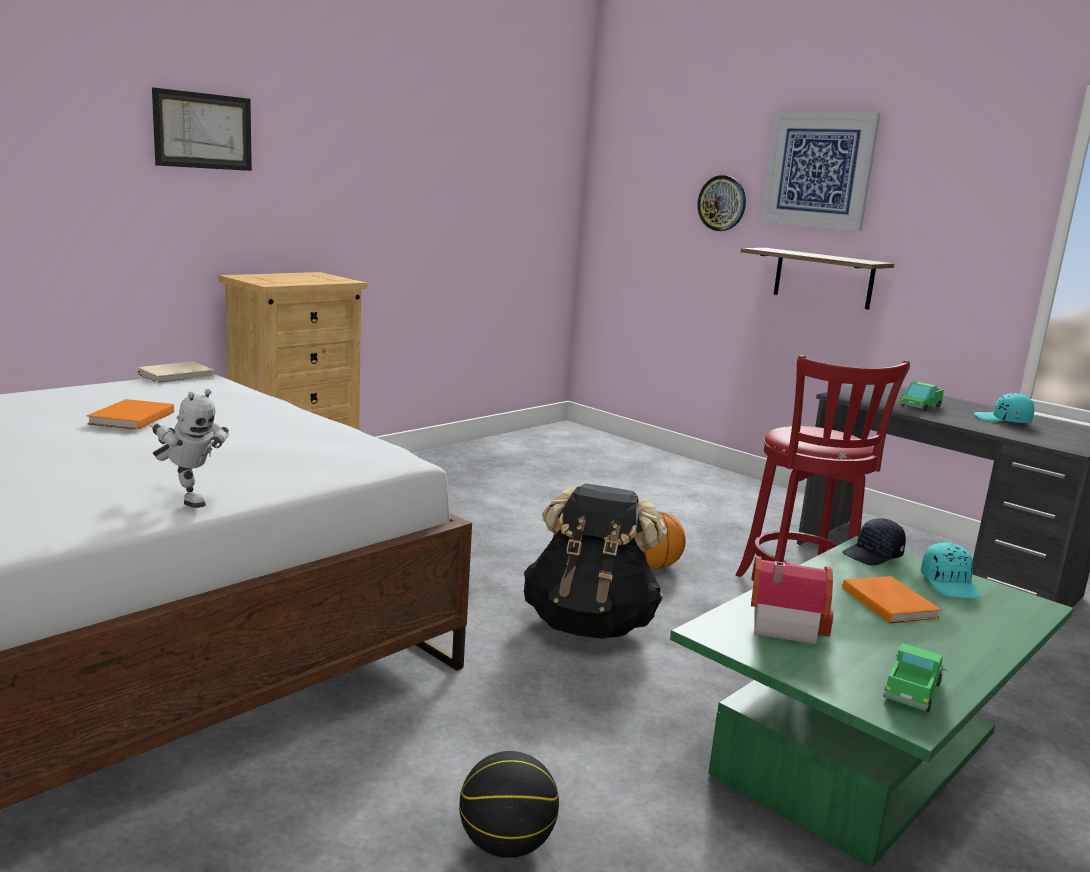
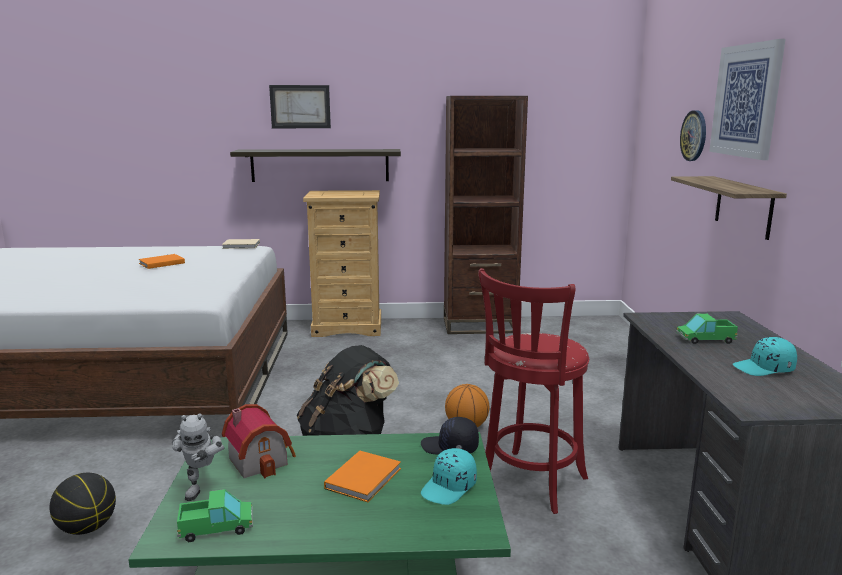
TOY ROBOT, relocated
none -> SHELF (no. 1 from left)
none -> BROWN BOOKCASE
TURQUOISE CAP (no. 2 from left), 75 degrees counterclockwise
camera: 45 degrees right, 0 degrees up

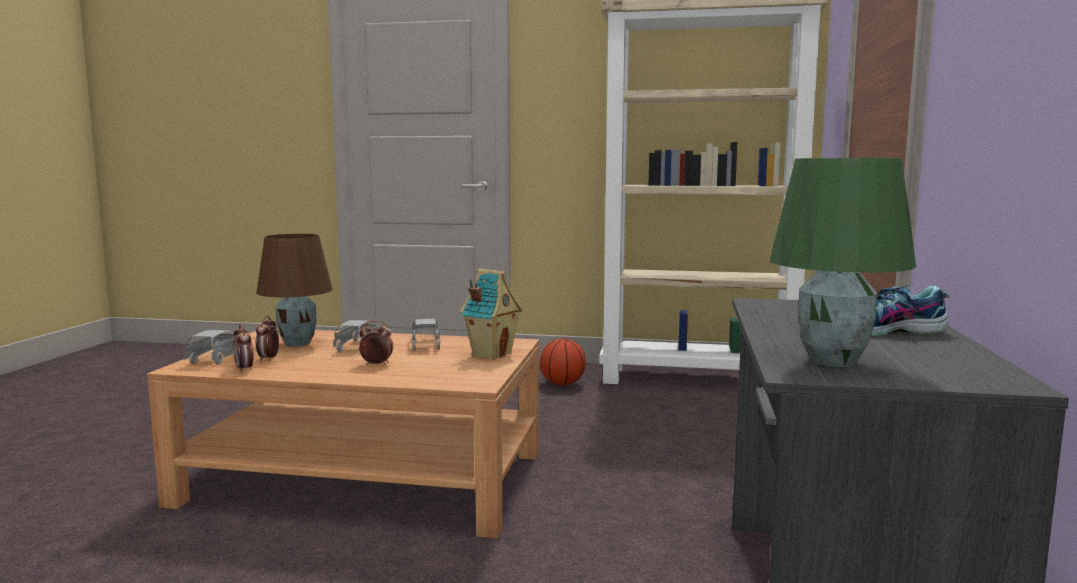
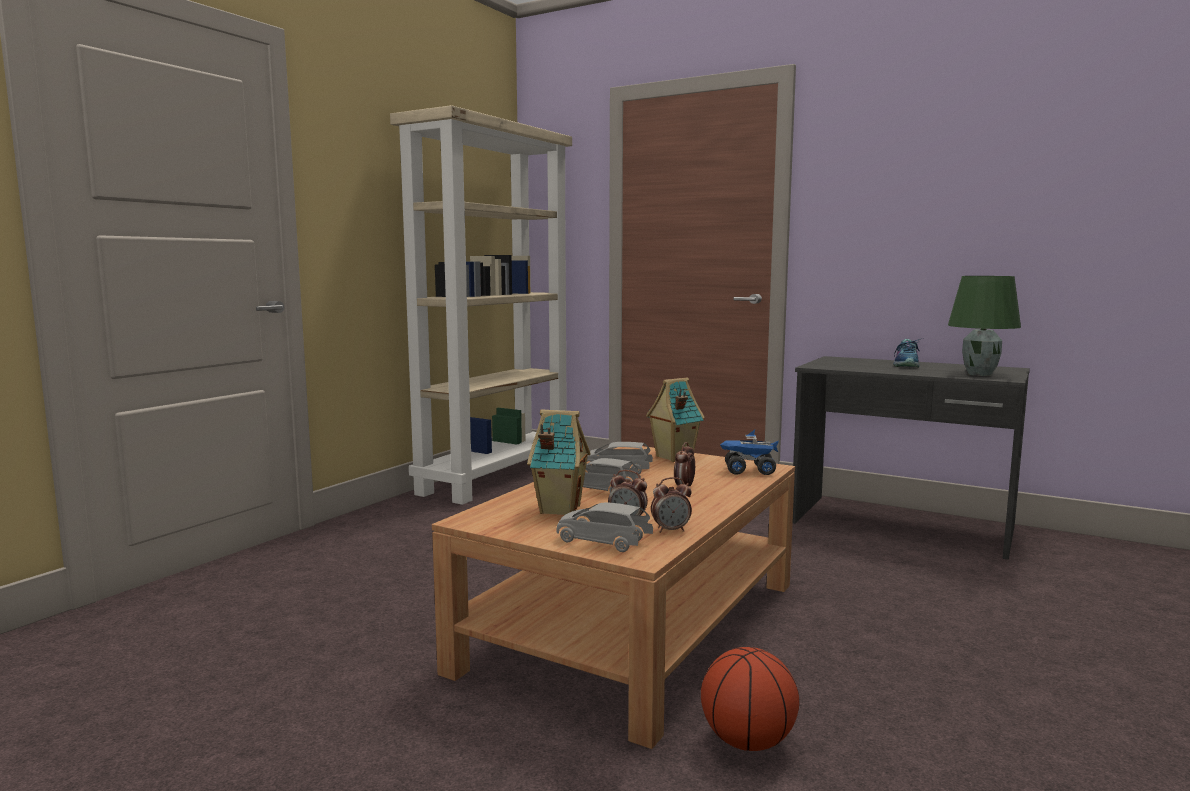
BROWN TABLE LAMP -> TOY HOUSE (no. 1 from left)
BASKETBALL, relocated
none -> TOY TRUCK
camera: 70 degrees left, 0 degrees up

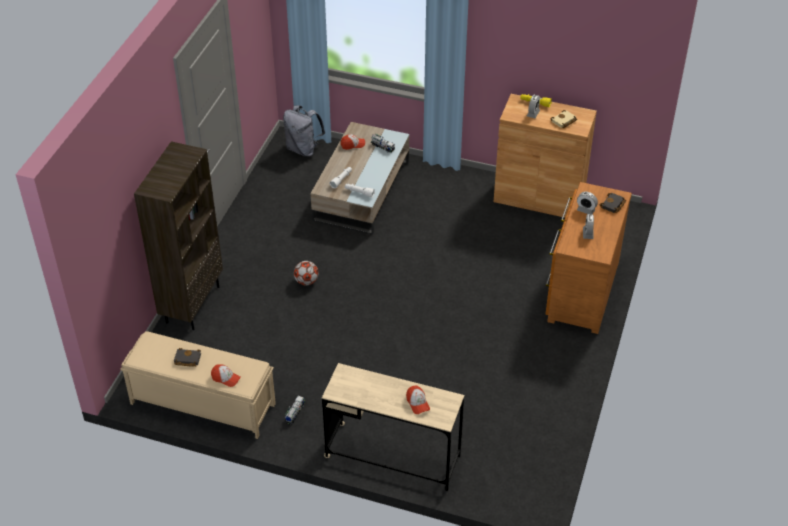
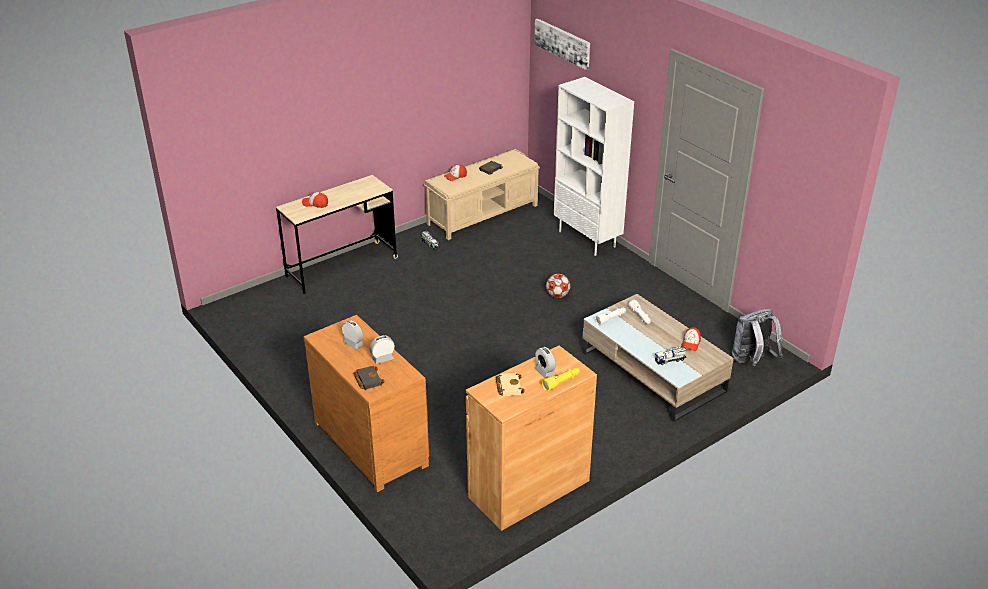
none -> PICTURE
BROWN BOOKCASE -> WHITE BOOKCASE
camera: 125 degrees right, 10 degrees down

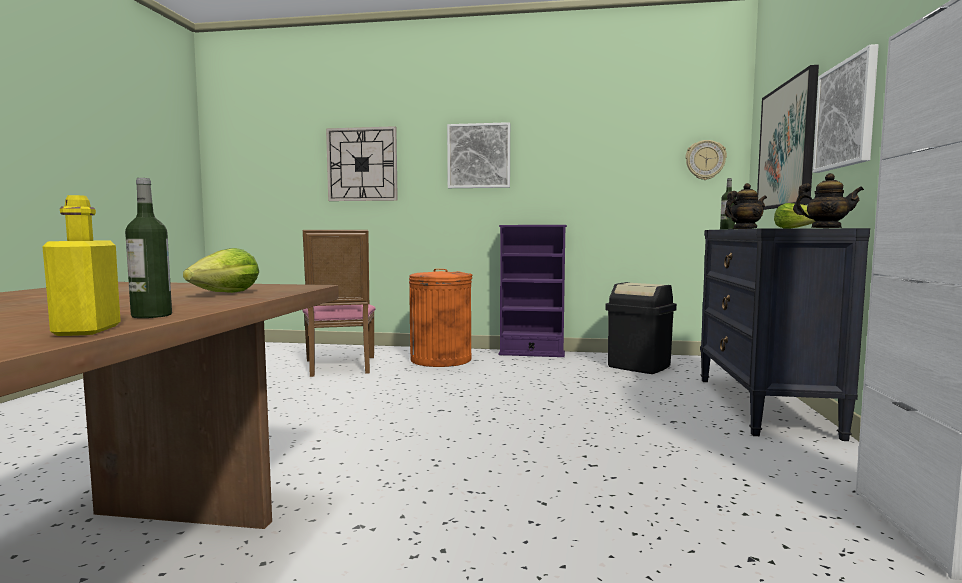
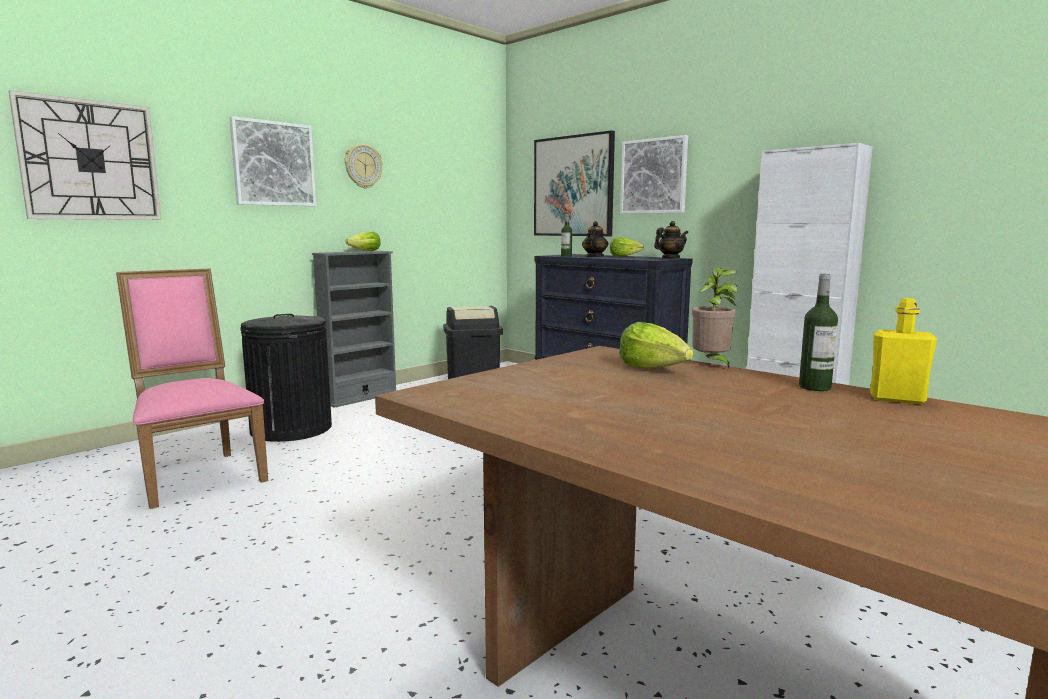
PINK CHAIR, 150 degrees counterclockwise
ORANGE TRASH CAN -> BLACK TRASH CAN (no. 1 from left)
PURPLE BOOKCASE -> GREY BOOKCASE
WALL CLOCK (no. 2 from left), relocated
none -> LETTUCE (no. 1 from left)
none -> POTTED PLANT
camera: 55 degrees left, 5 degrees up

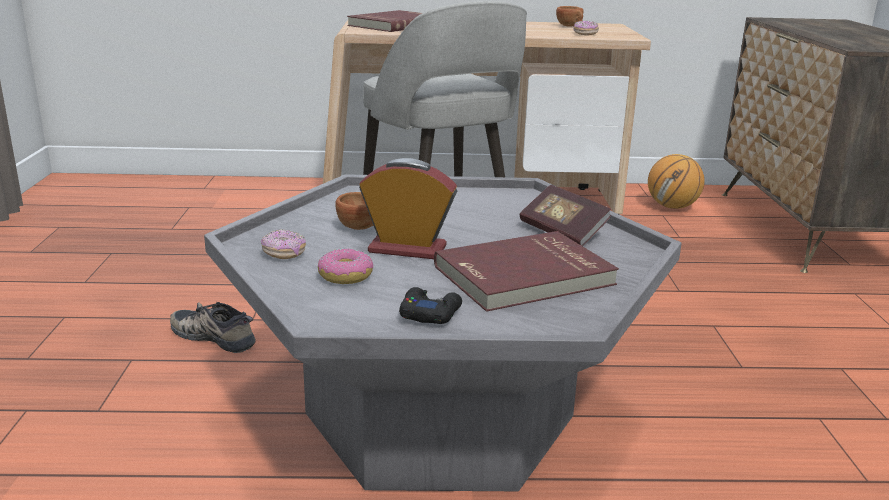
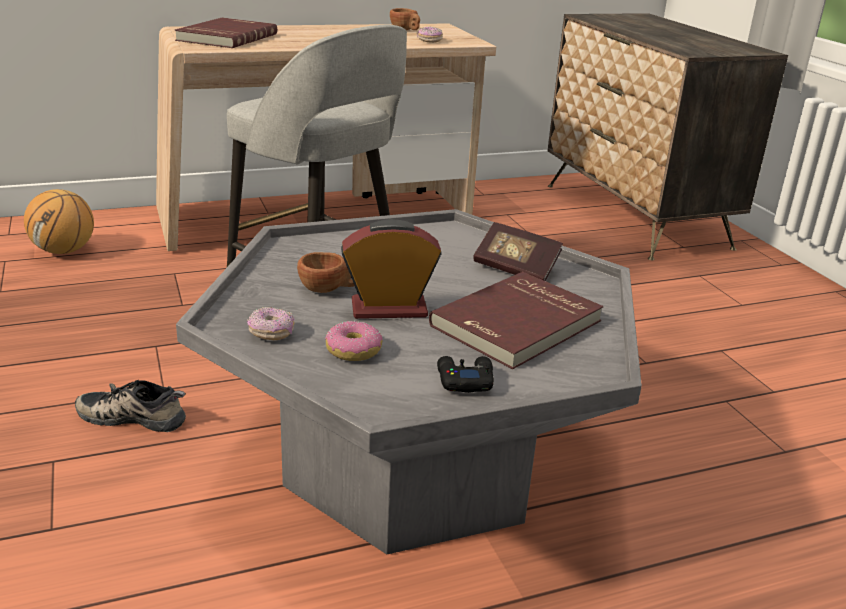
BASKETBALL, relocated
camera: 20 degrees left, 5 degrees up

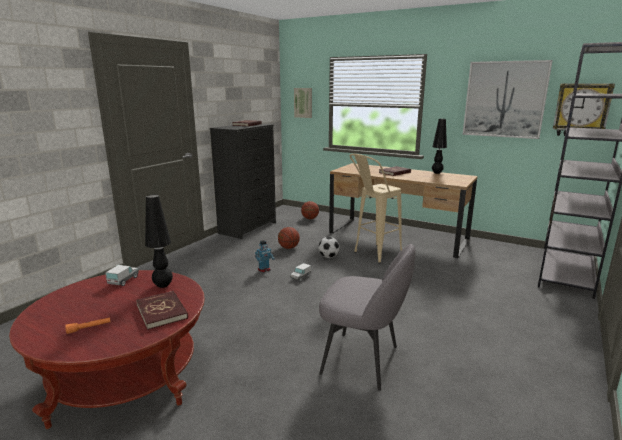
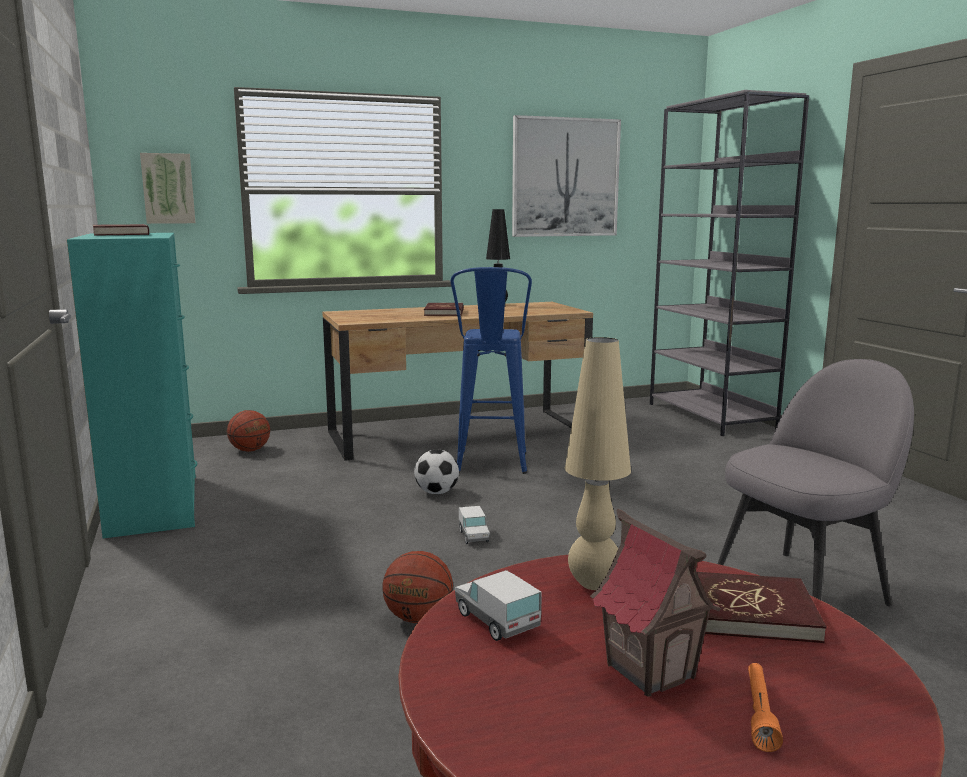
BLACK DRESSER -> TURQUOISE DRESSER
BASKETBALL (no. 1 from left in the first image) -> BASKETBALL (no. 2 from left), relocated
BEIGE STOOL -> BLUE STOOL
BLACK TABLE LAMP (no. 1 from left) -> BEIGE TABLE LAMP
none -> TOY HOUSE
TOY ROBOT -> none
WALL CLOCK -> none
camera: 50 degrees left, 5 degrees down

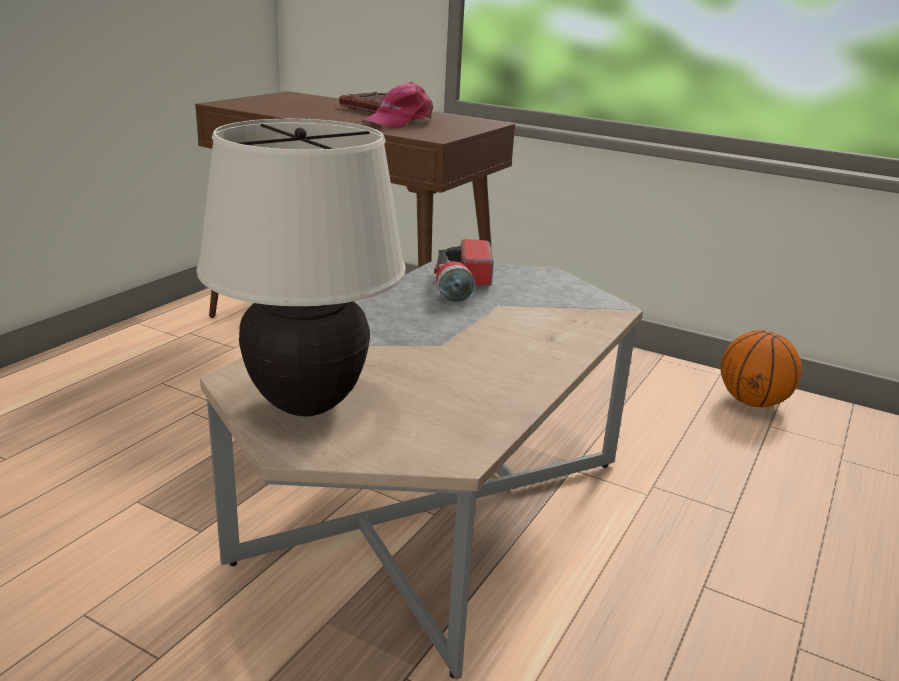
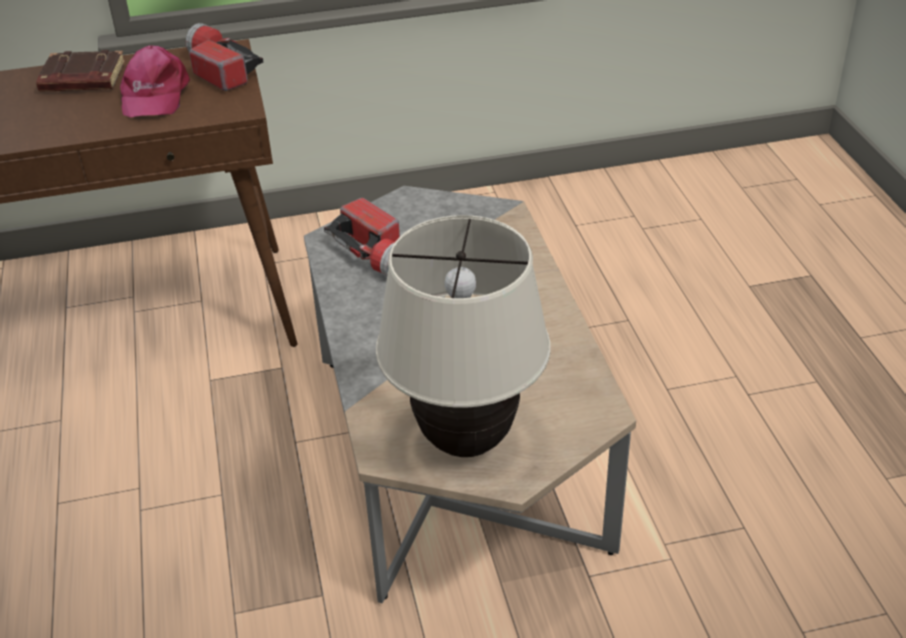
none -> FLASHLIGHT (no. 1 from left)
BASKETBALL -> none
camera: 40 degrees left, 15 degrees up

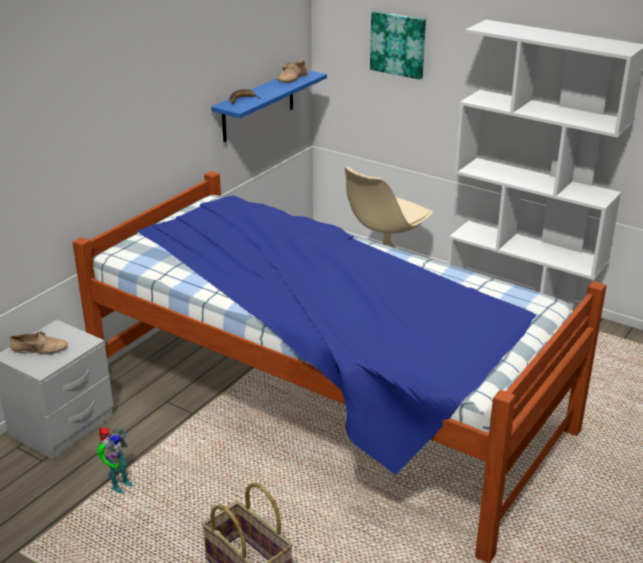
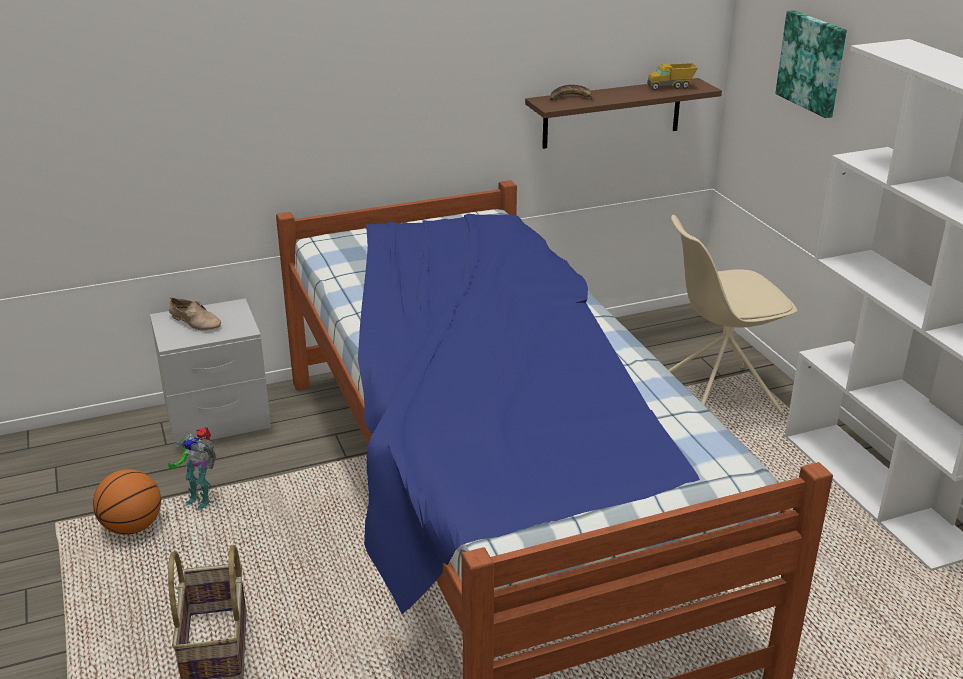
none -> BASKETBALL
TOY ROBOT, 45 degrees clockwise
BLUE SHELF -> BROWN SHELF
BEIGE SHOE (no. 2 from left) -> TOY TRUCK
camera: 35 degrees right, 0 degrees up

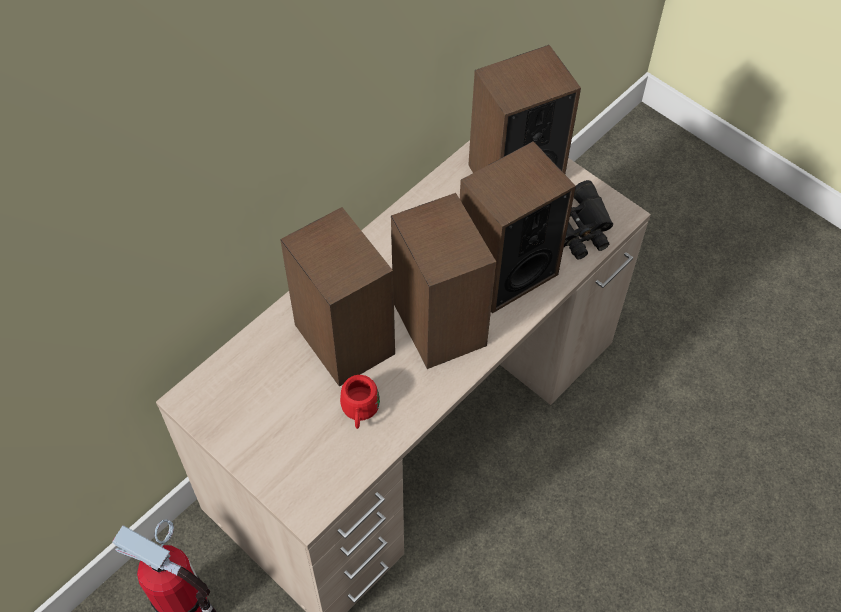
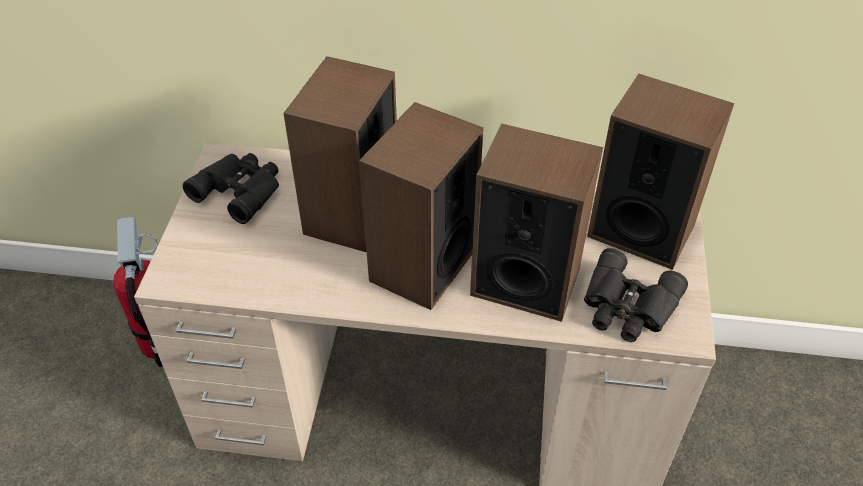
none -> BLACK BINOCULARS (no. 1 from left)
RED MUG -> none
camera: 55 degrees right, 10 degrees down

